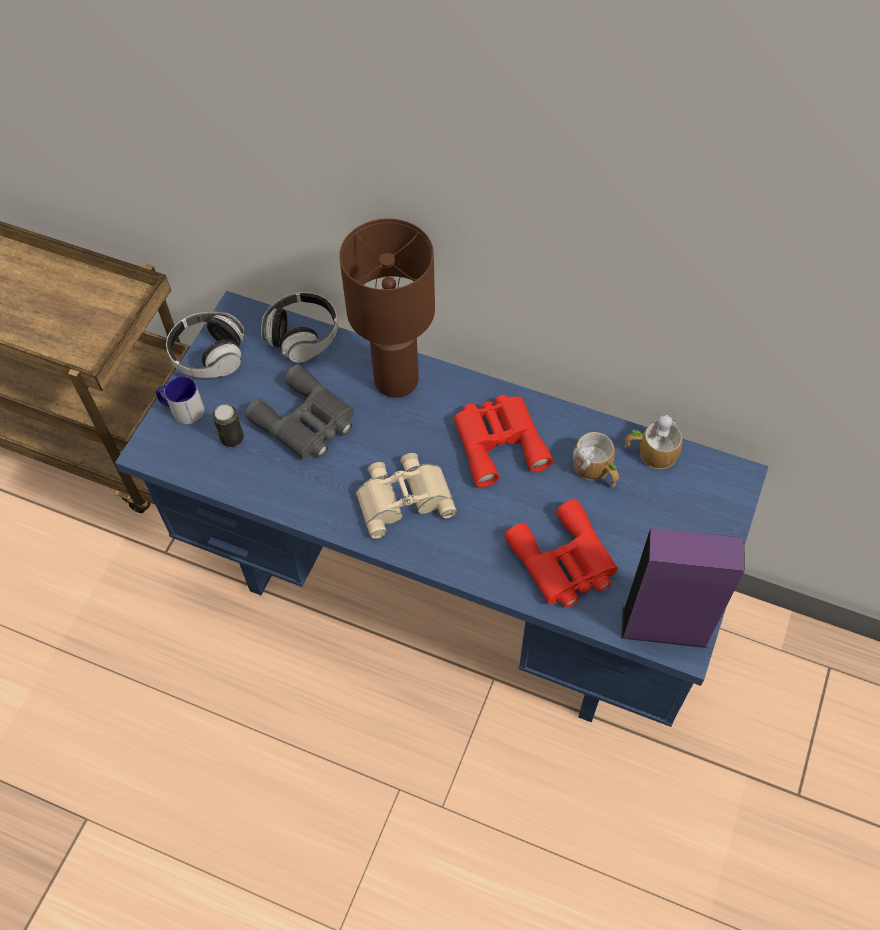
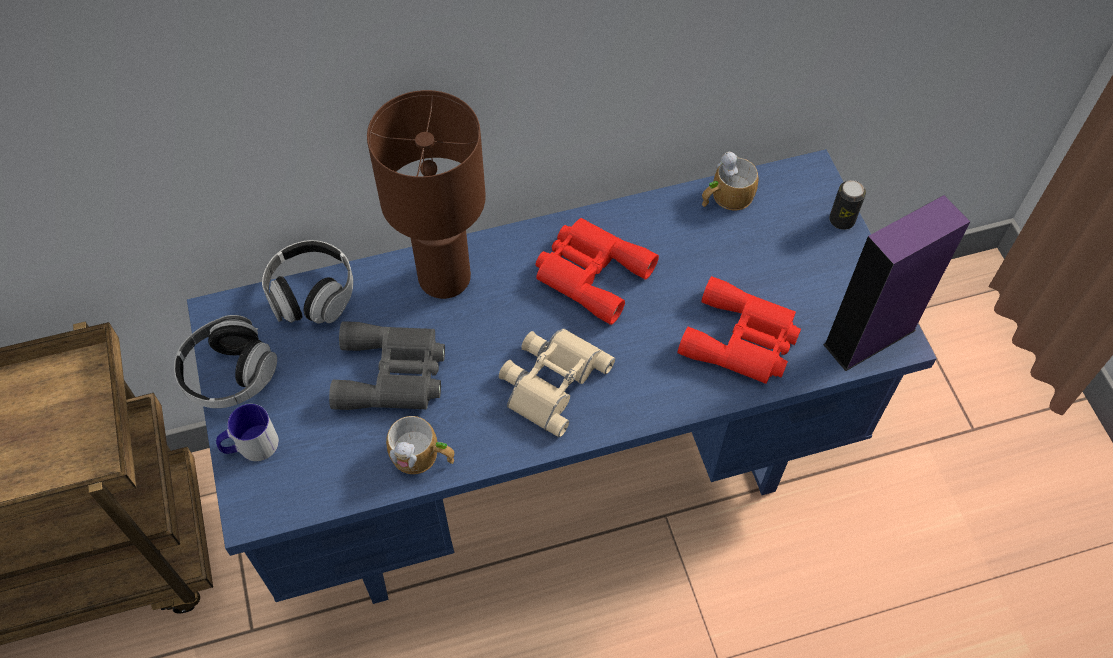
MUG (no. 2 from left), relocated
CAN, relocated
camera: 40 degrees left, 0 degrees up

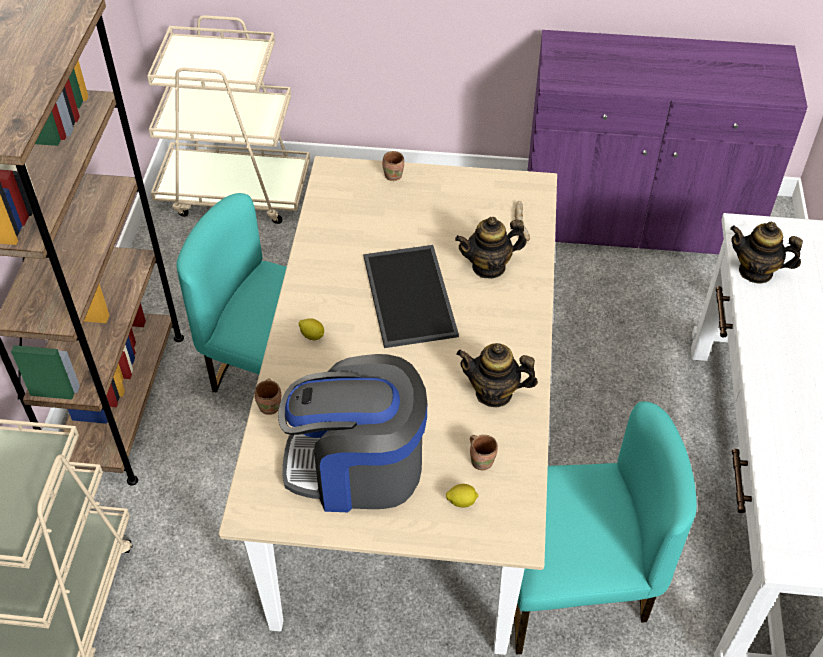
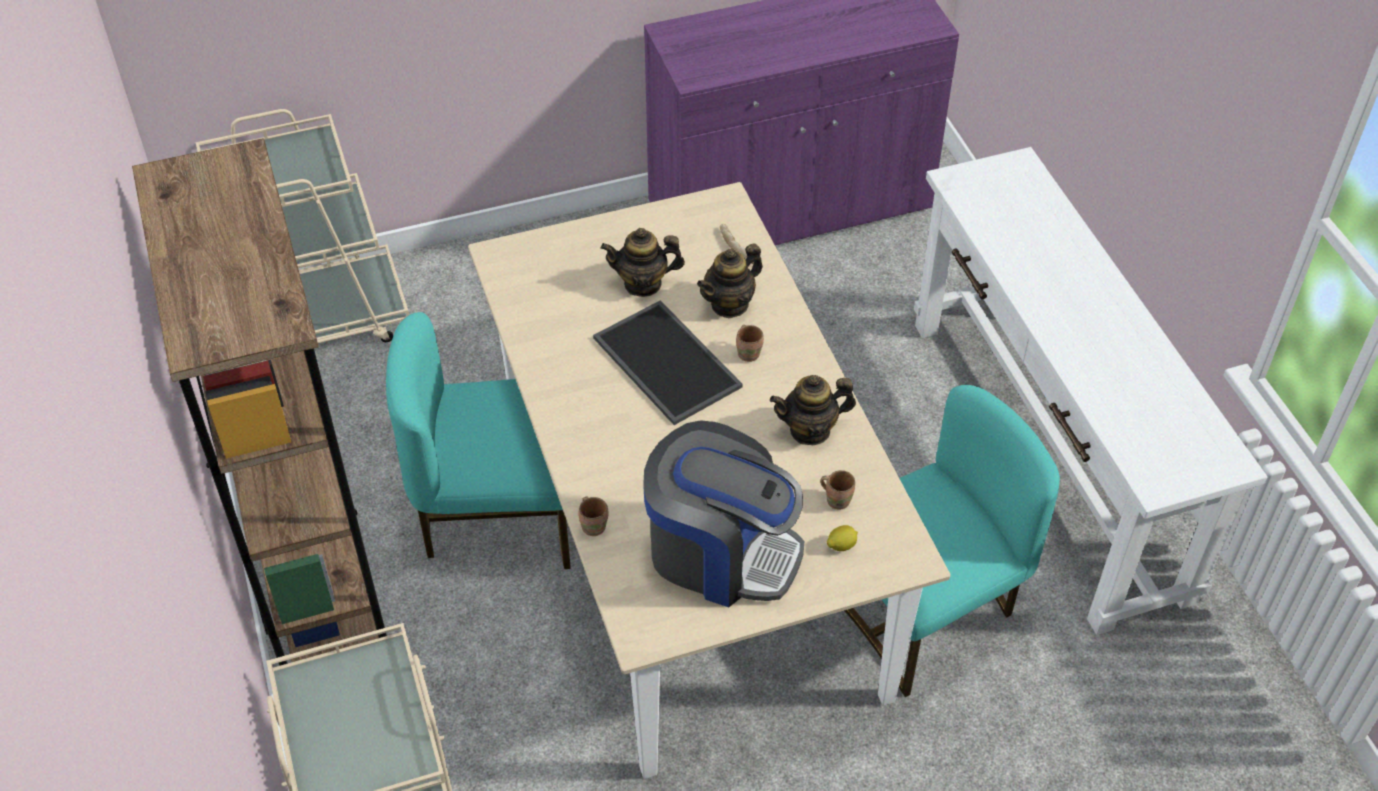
TEAPOT (no. 3 from left in the first image) -> TEAPOT (no. 1 from left), relocated
COFFEE MACHINE, 135 degrees counterclockwise
BROWN MUG (no. 2 from left), relocated
LEMON (no. 1 from left) -> none
camera: 25 degrees left, 0 degrees up

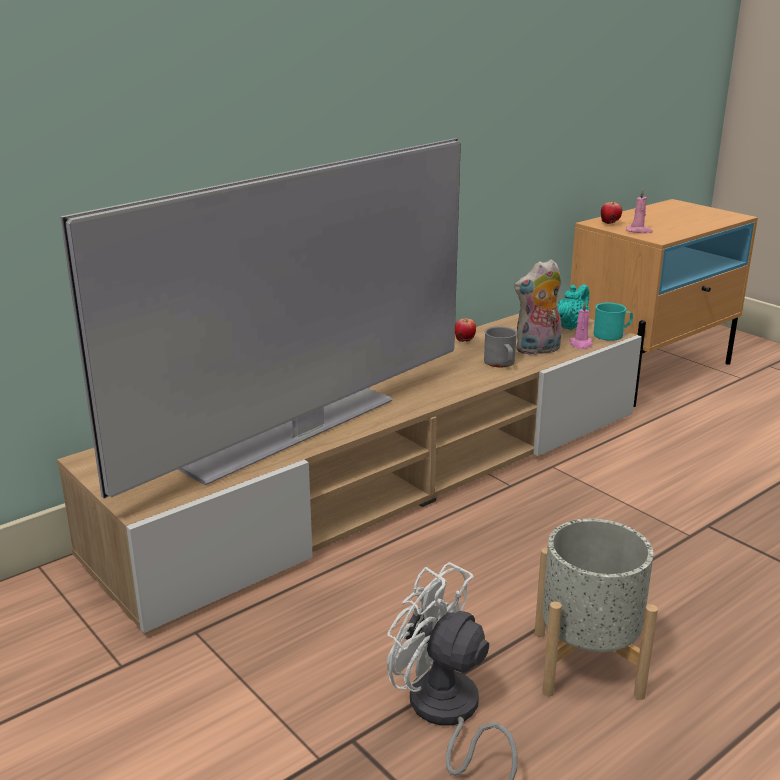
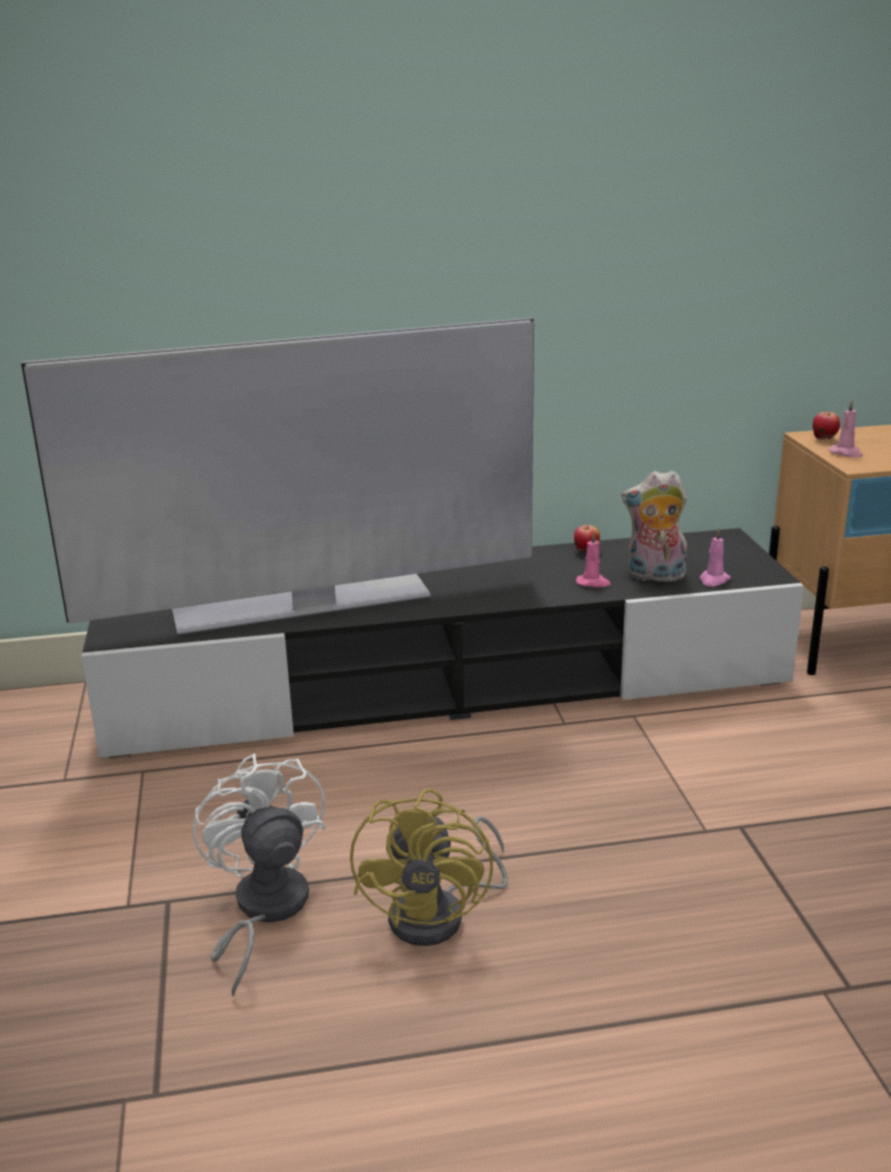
BEIGE TV STAND -> BLACK TV STAND
GREY PLANTER -> YELLOW FAN
GREY MUG -> PINK CANDLE (no. 1 from left)
TURQUOISE TEAPOT -> none
TURQUOISE MUG -> none
camera: 30 degrees right, 0 degrees up

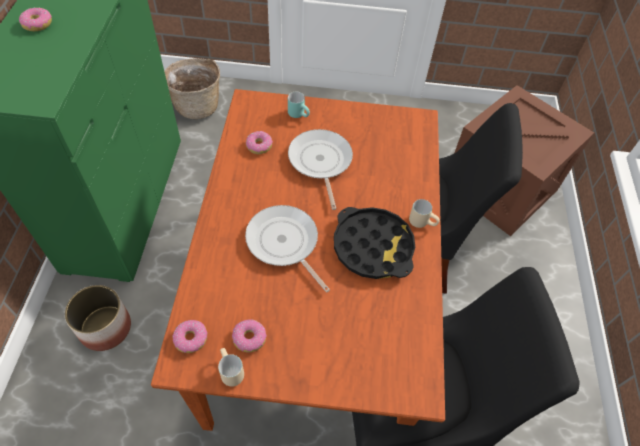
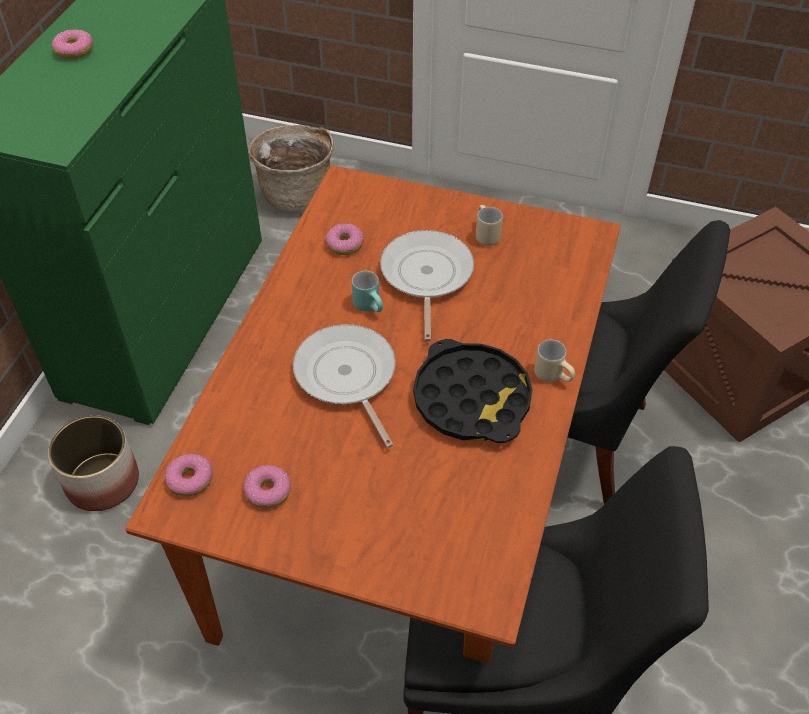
TURQUOISE MUG, relocated
BEIGE MUG (no. 1 from left), relocated
camera: 15 degrees right, 5 degrees down

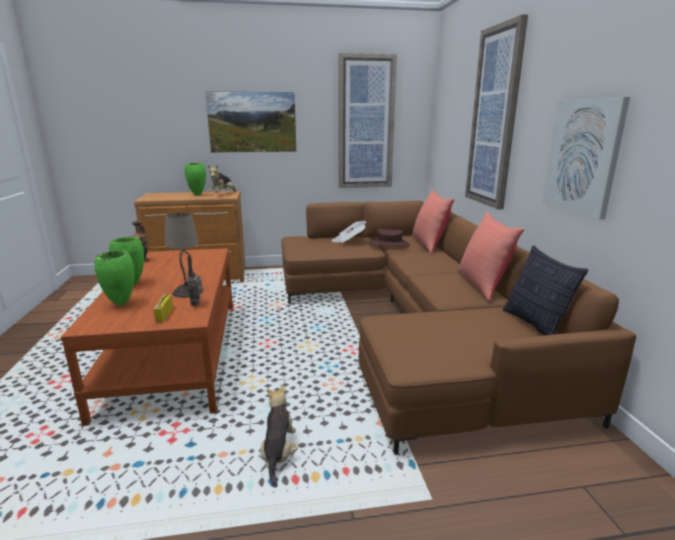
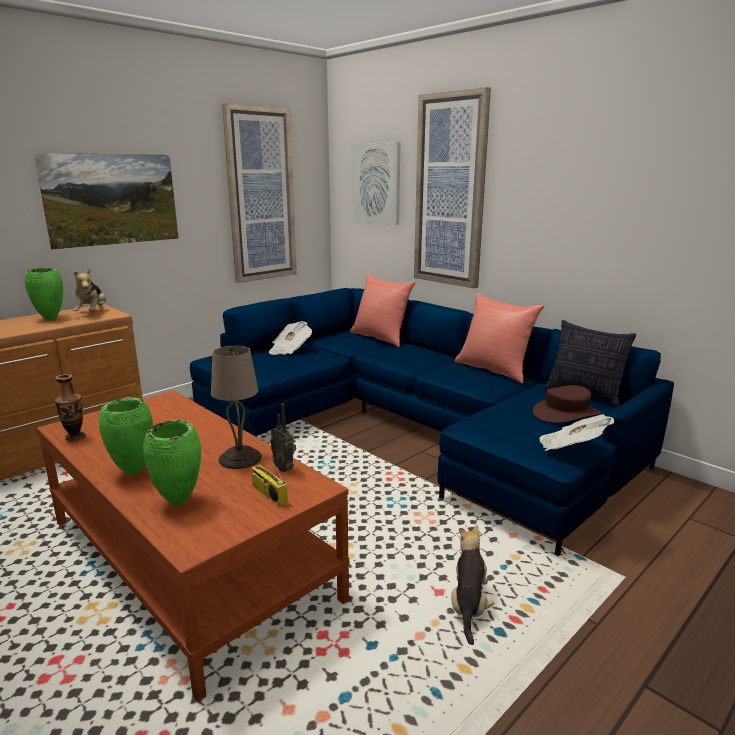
BROWN SOFA -> BLUE SOFA
PICTURE (no. 4 from left in the first image) -> PICTURE (no. 3 from left), relocated
PLUSH TOY (no. 2 from left), 45 degrees clockwise
BROWN HAT, relocated
none -> NEWSPAPER (no. 2 from left)
camera: 35 degrees left, 0 degrees up

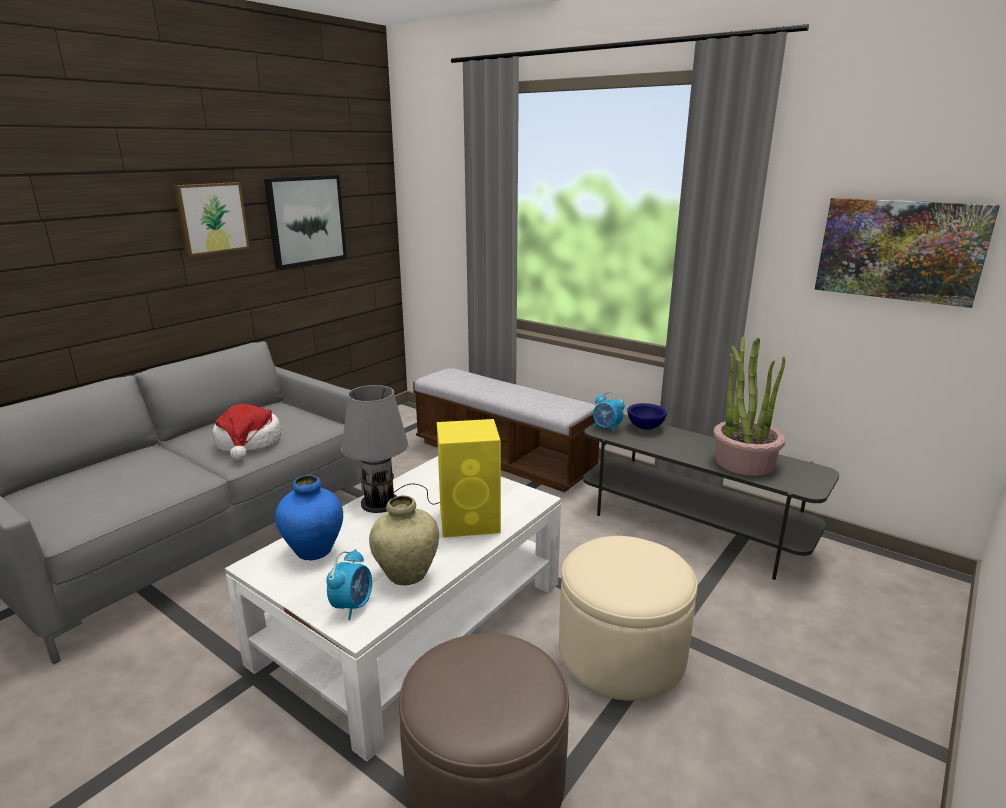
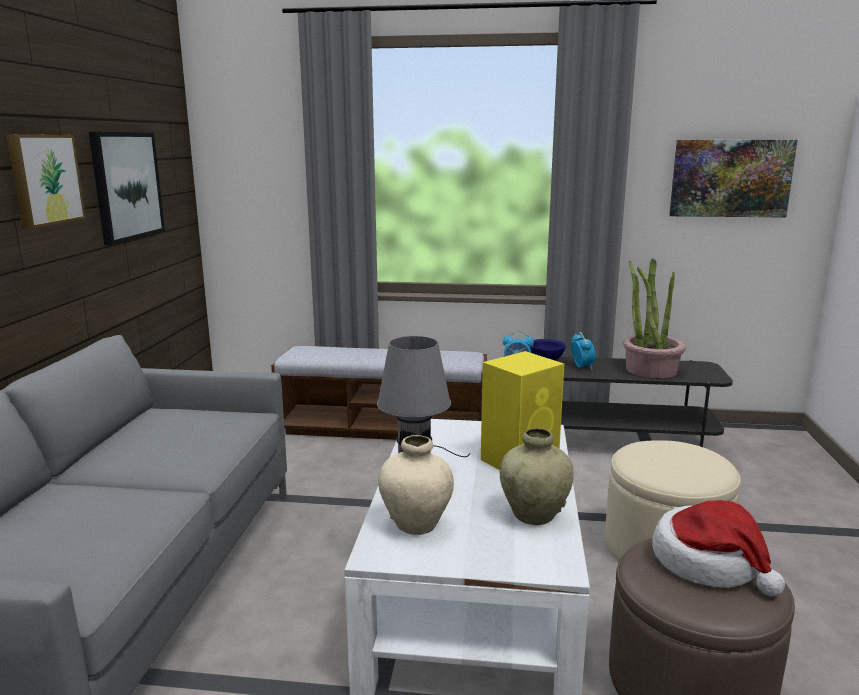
BLUE VASE -> BEIGE VASE (no. 1 from left)
ALARM CLOCK (no. 1 from left in the first image) -> ALARM CLOCK (no. 2 from left), relocated
HAT, relocated
camera: 30 degrees left, 5 degrees down

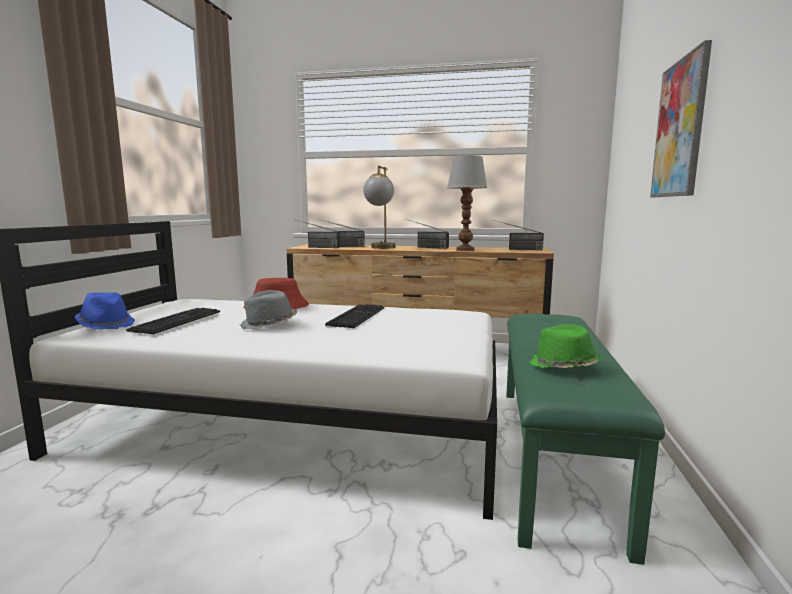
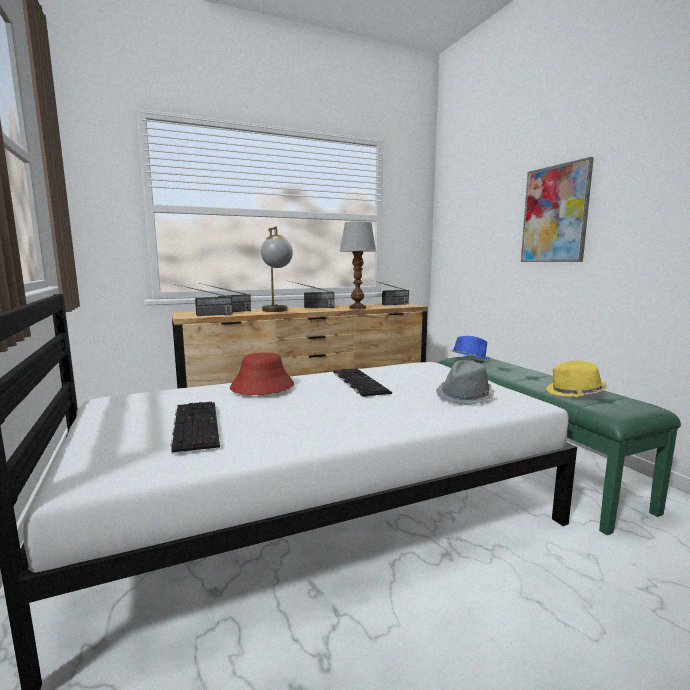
GREY HAT, relocated
BLUE HAT, relocated
GREEN HAT -> YELLOW HAT
camera: 35 degrees left, 0 degrees up

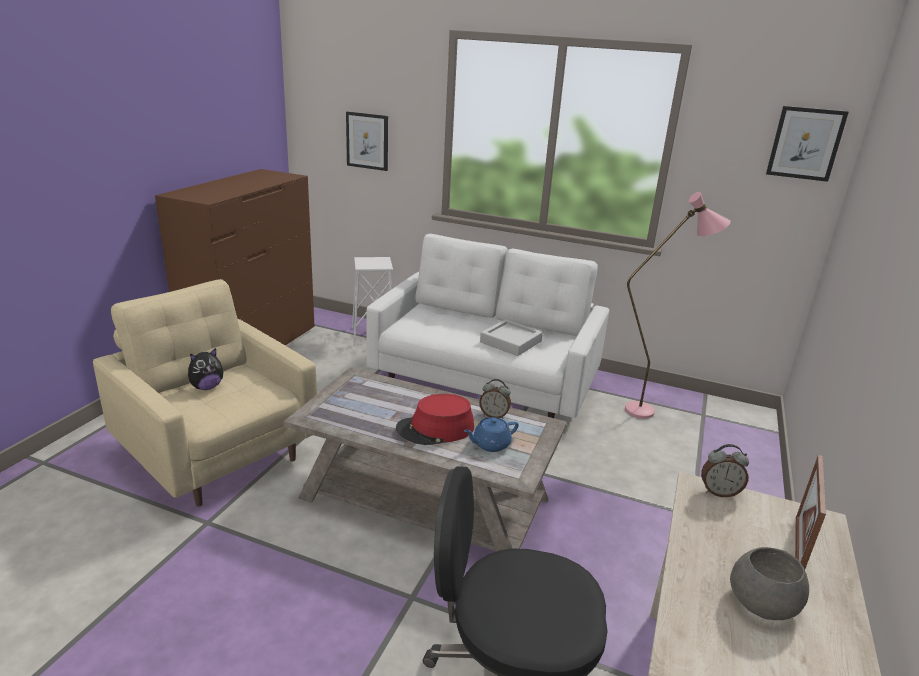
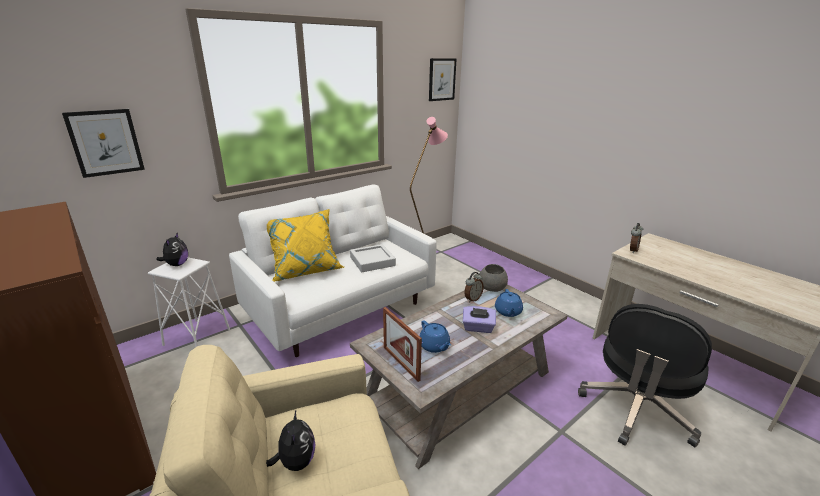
none -> PLUSH TOY (no. 1 from left)
none -> YELLOW PILLOW
PICTURE FRAME, relocated
none -> BLUE TEAPOT (no. 1 from left)
RED HAT -> PURPLE TISSUE BOX
GREY BOWL, relocated
camera: 60 degrees left, 0 degrees up

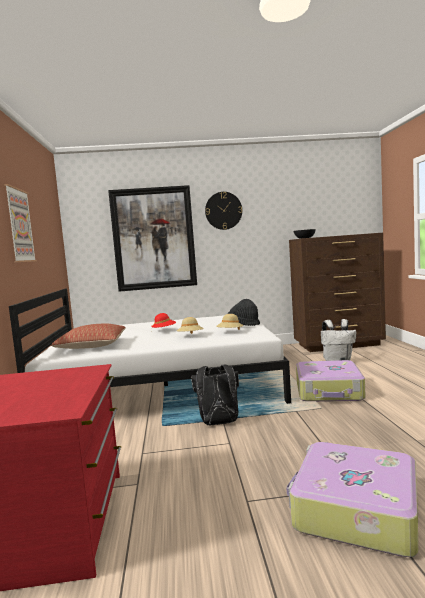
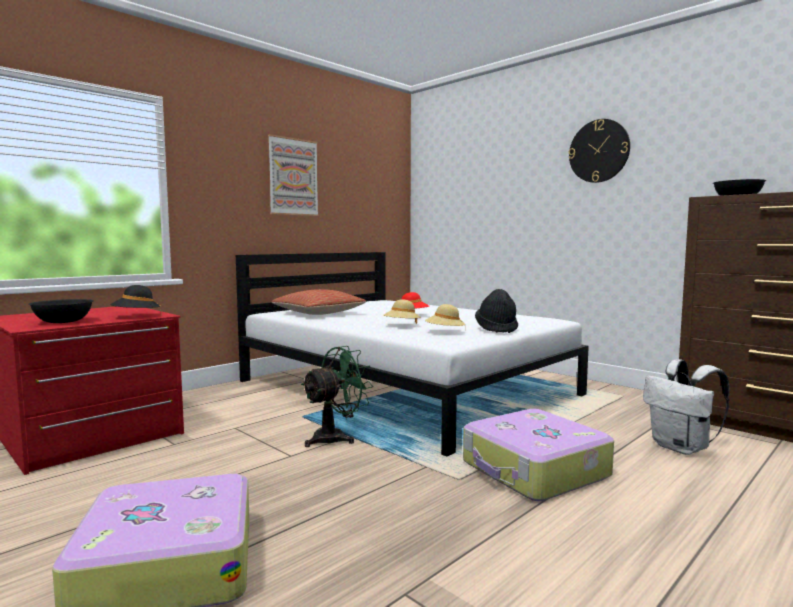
none -> BLACK BOWL (no. 1 from left)
none -> BLACK HAT (no. 1 from left)
BLACK BACKPACK -> GREEN FAN
PICTURE (no. 2 from left) -> none
camera: 50 degrees right, 0 degrees up

